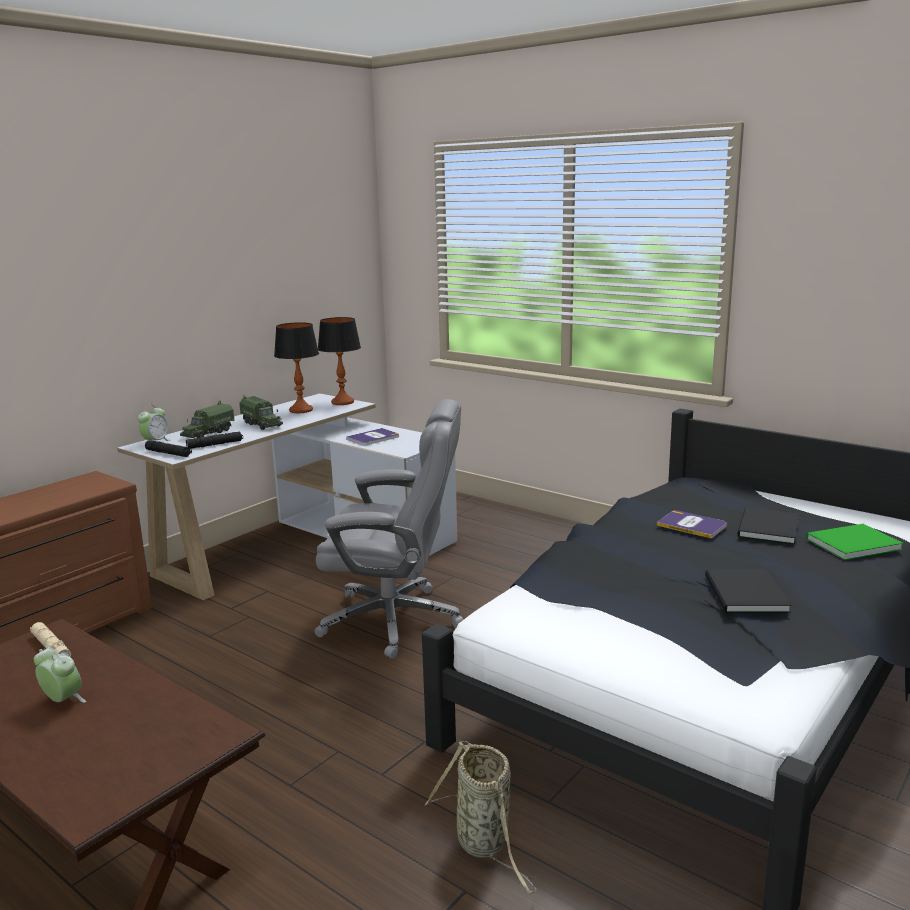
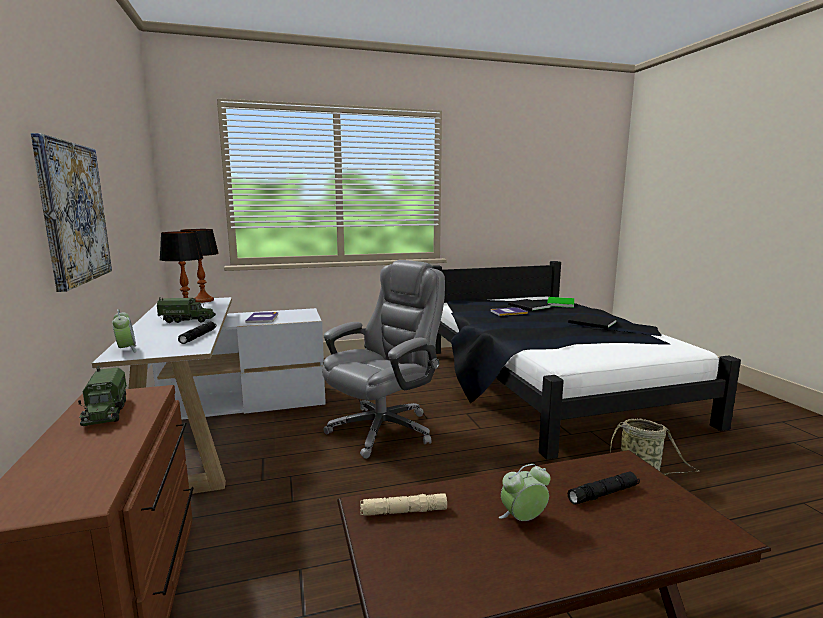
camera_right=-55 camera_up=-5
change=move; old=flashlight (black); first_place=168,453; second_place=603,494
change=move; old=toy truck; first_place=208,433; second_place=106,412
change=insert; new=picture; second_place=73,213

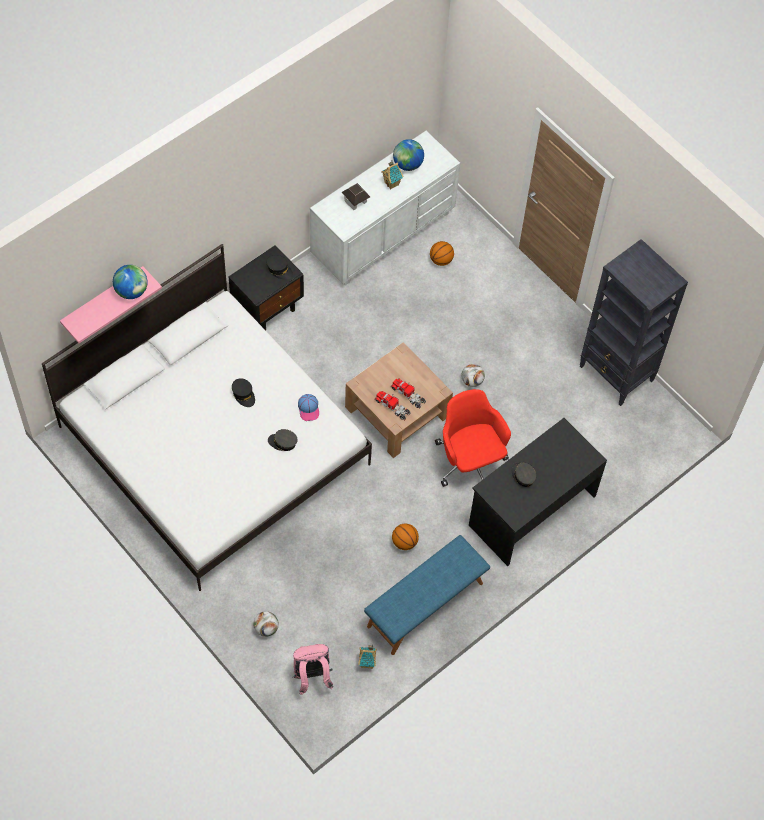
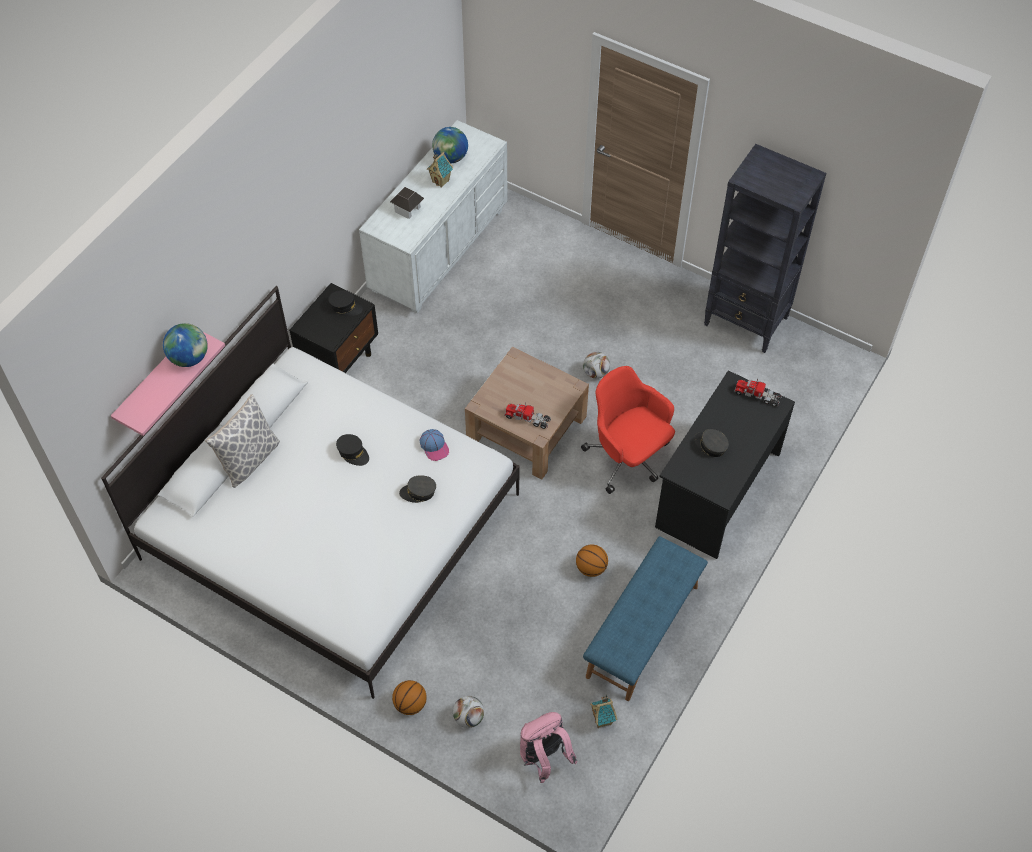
camera_right=-15 camera_up=-5
change=move; old=toy truck; first_place=408,395; second_place=757,395
change=move; old=basketball; first_place=441,260; second_place=410,704
change=insert; new=pillow; second_place=249,459

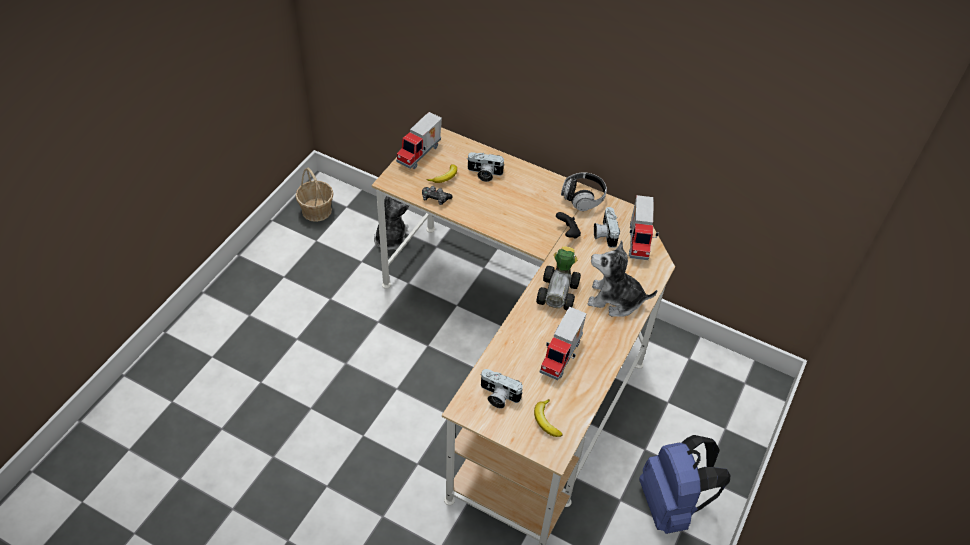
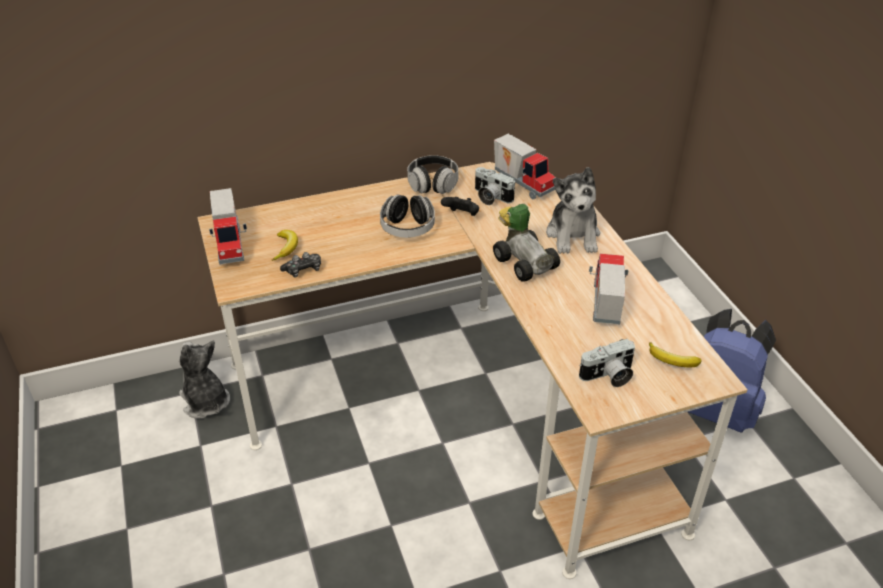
camera_right=-45 camera_up=-10
change=delete; old=basket; first_place=317,210
change=delete; old=photo camera; first_place=484,174
change=rotate; old=toy truck; first_place=562,356; second_place=604,304; degrees=-150
change=rotate; old=plush toy; first_place=615,299; second_place=573,235; degrees=-60
change=insert; new=headphones; second_place=407,228

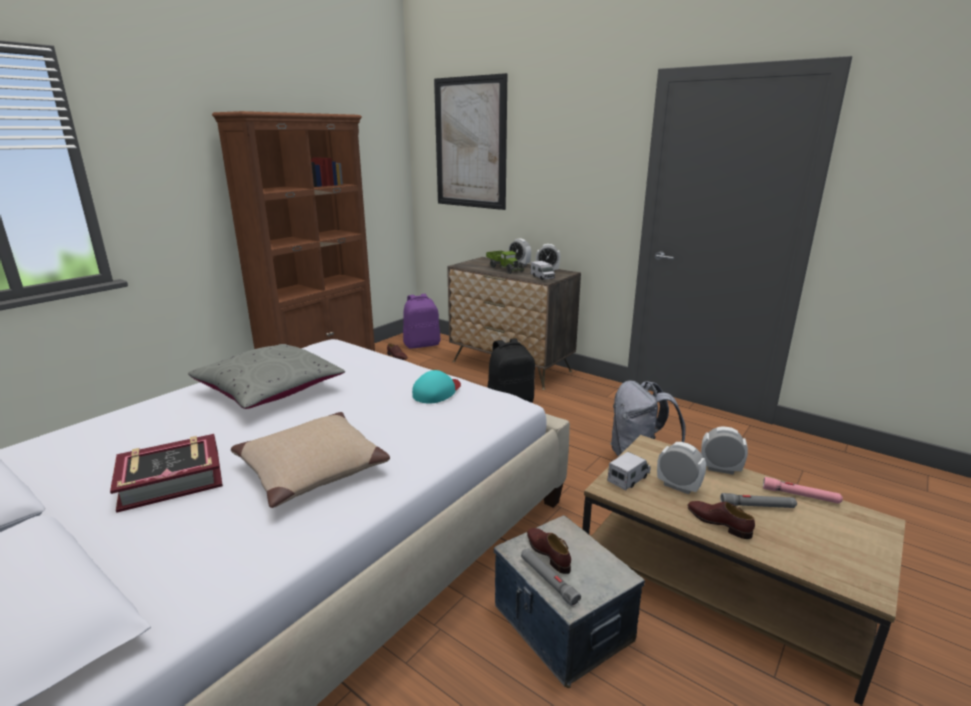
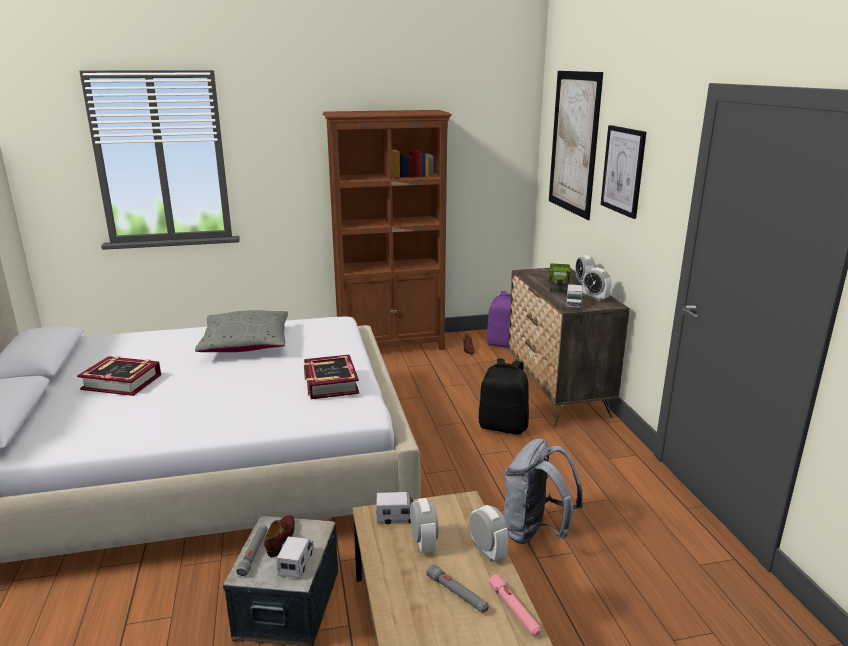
camera_right=40 camera_up=0
change=delete; old=pillow (beige); first_place=313,469
change=replace; old=cap (turquoise); new=book; first_place=437,392; second_place=330,383
change=delete; old=shoe (brown); first_place=718,523
change=insert; new=toy truck; second_place=297,563
change=insert; new=picture; second_place=623,170

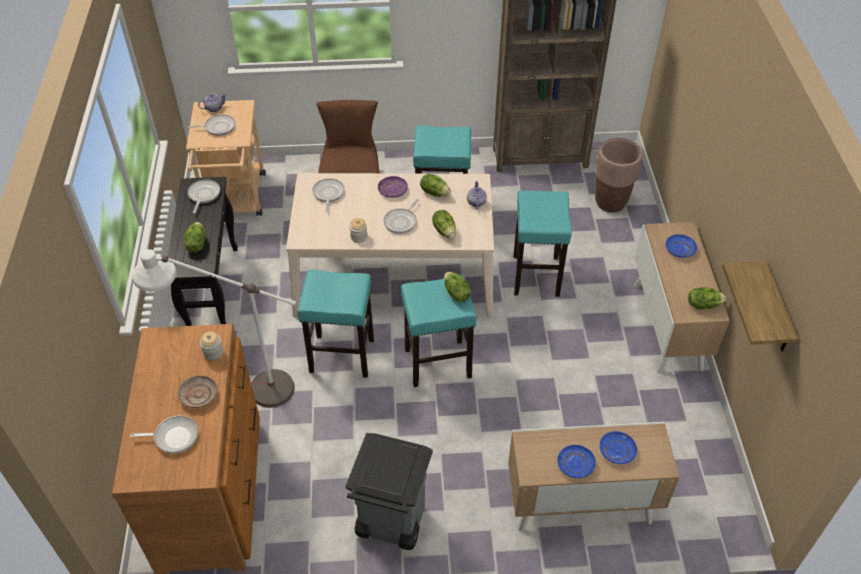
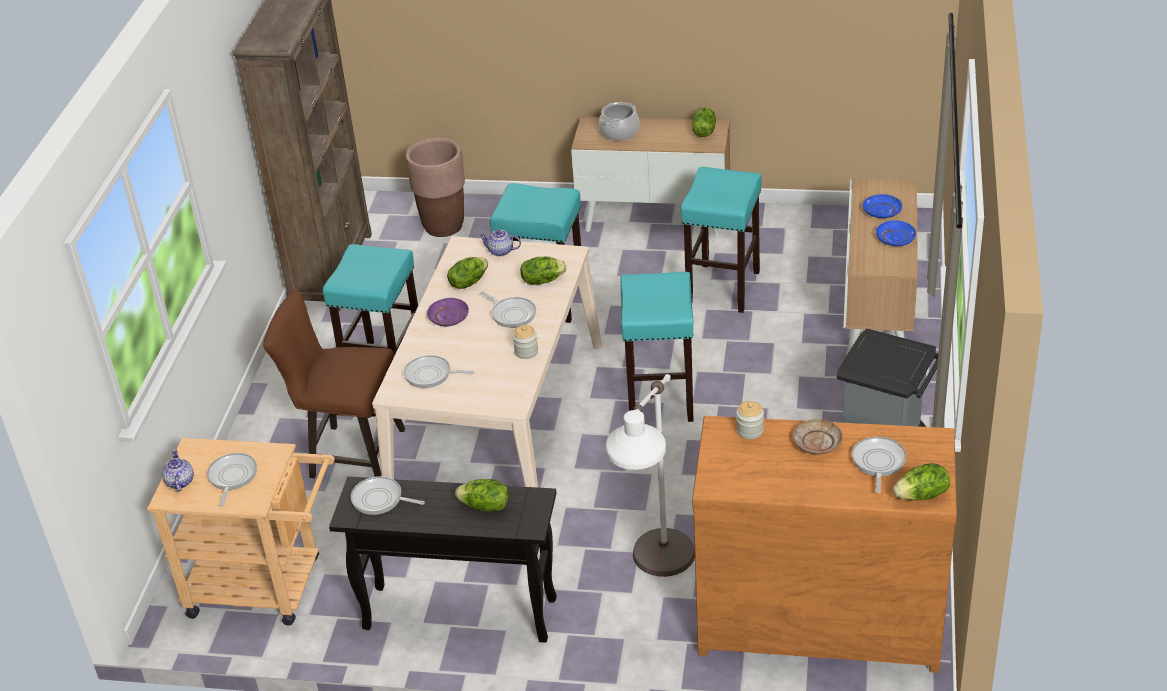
camera_right=-75 camera_up=-10
change=move; old=stool (turquoise); first_place=341,356; second_place=723,288
change=move; old=lettuce; first_place=456,293; second_place=922,495
change=replace; old=plate (blue); new=cooking pot; first_place=679,249; second_place=619,132
change=delete; old=shelf; first_place=776,310

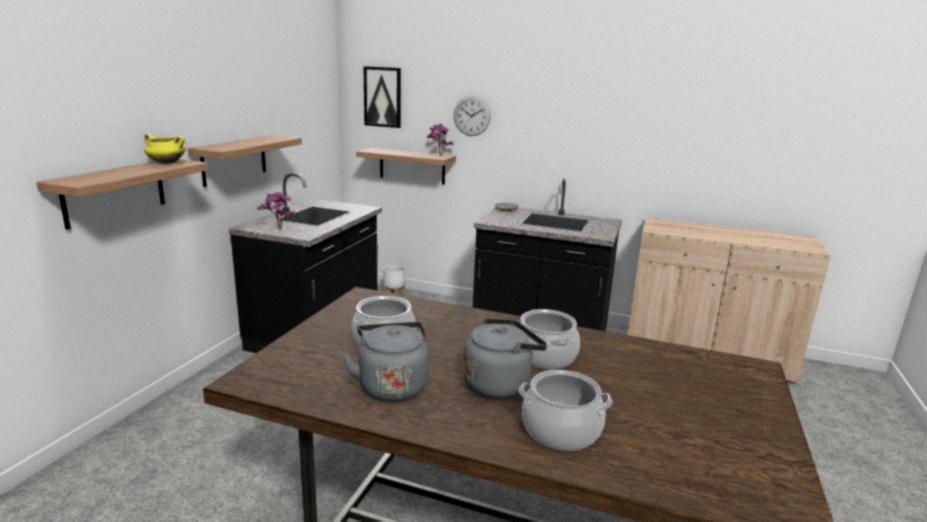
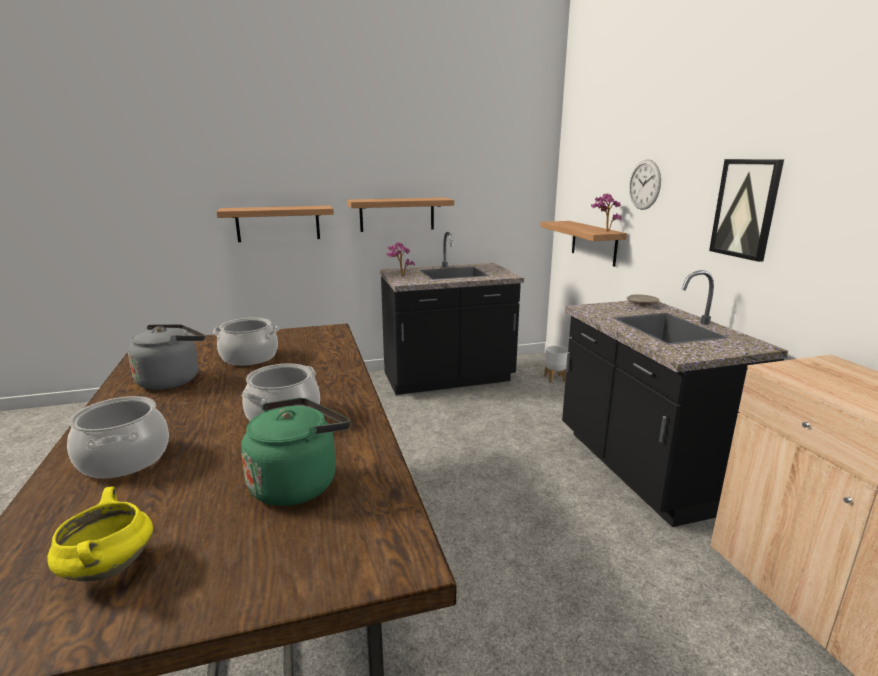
camera_right=55 camera_up=0
change=move; old=cooking pot (yellow); first_place=166,163; second_place=108,567
change=move; old=picture; first_place=383,97; second_place=745,208
change=delete; old=kettle (grey); first_place=500,384
change=insert; new=kettle (green); second_place=298,483

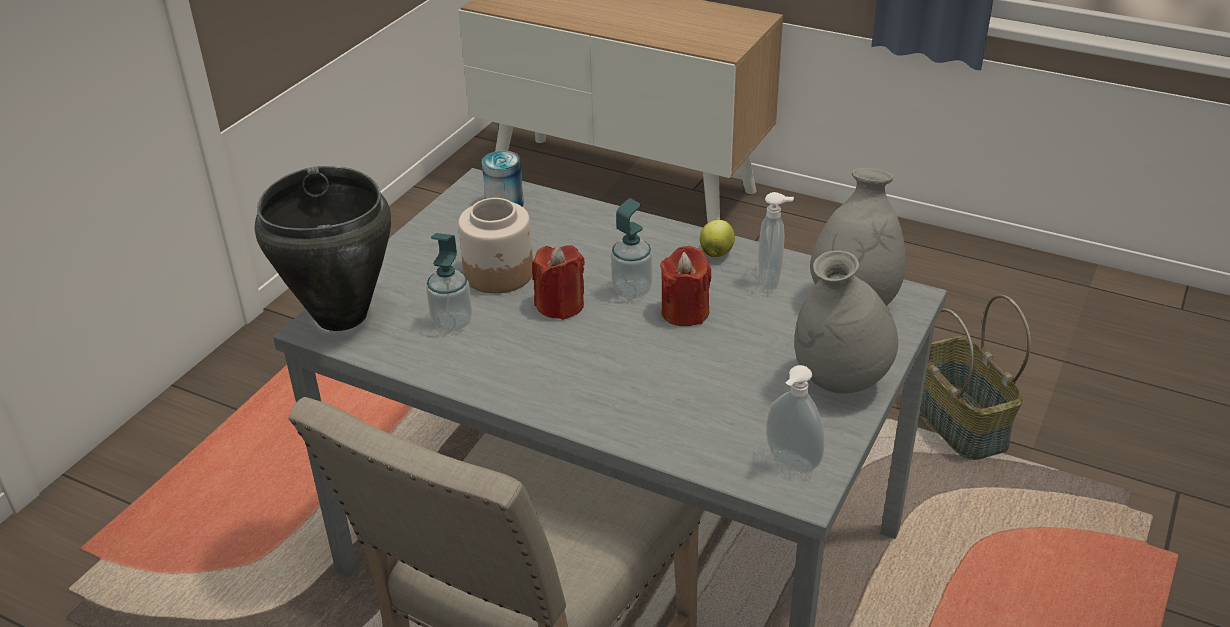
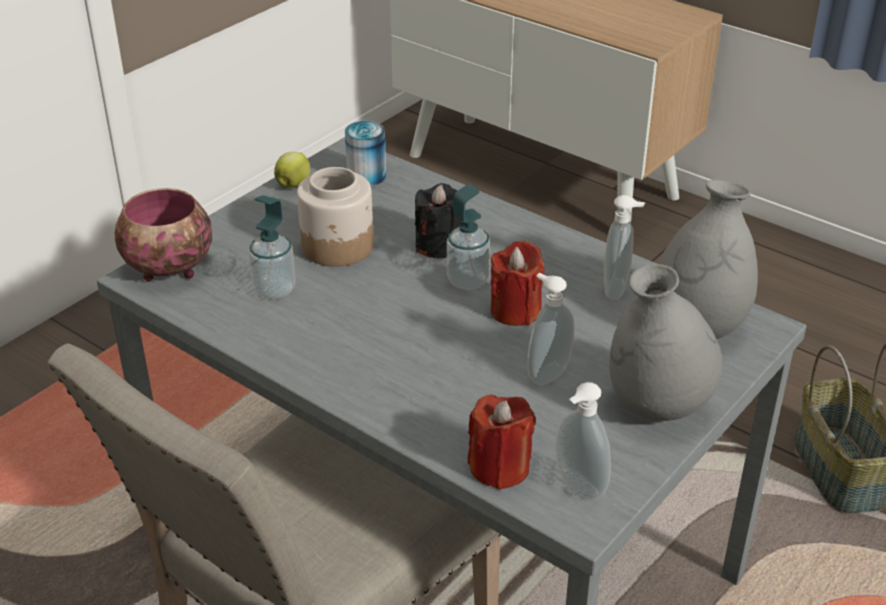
camera_right=10 camera_up=0
change=replace; old=cooking pot (black); new=bowl; first_place=340,316; second_place=167,269
change=move; old=candle (red); first_place=560,305; second_place=499,467
change=move; old=apple; first_place=716,253; second_place=293,184
change=insert; new=candle (black); second_place=439,246
change=insert; new=soap dispenser; second_place=546,373

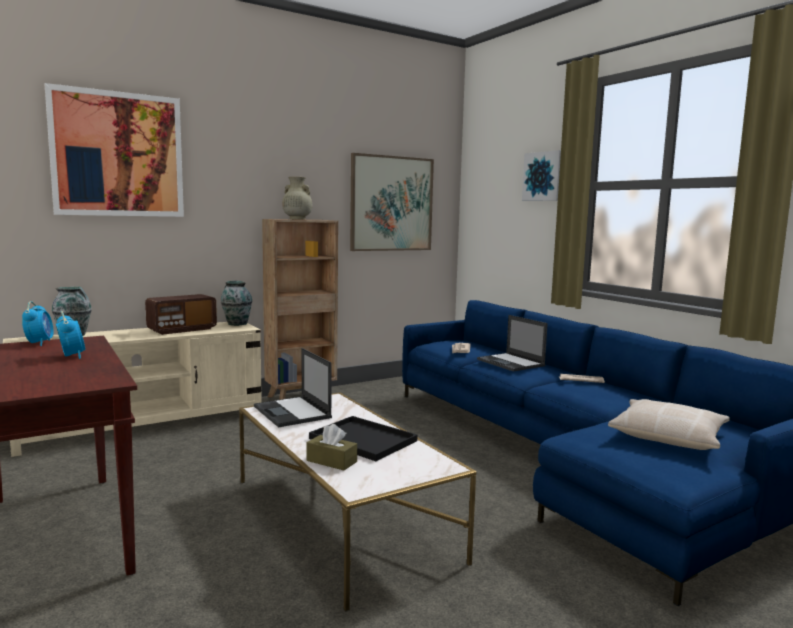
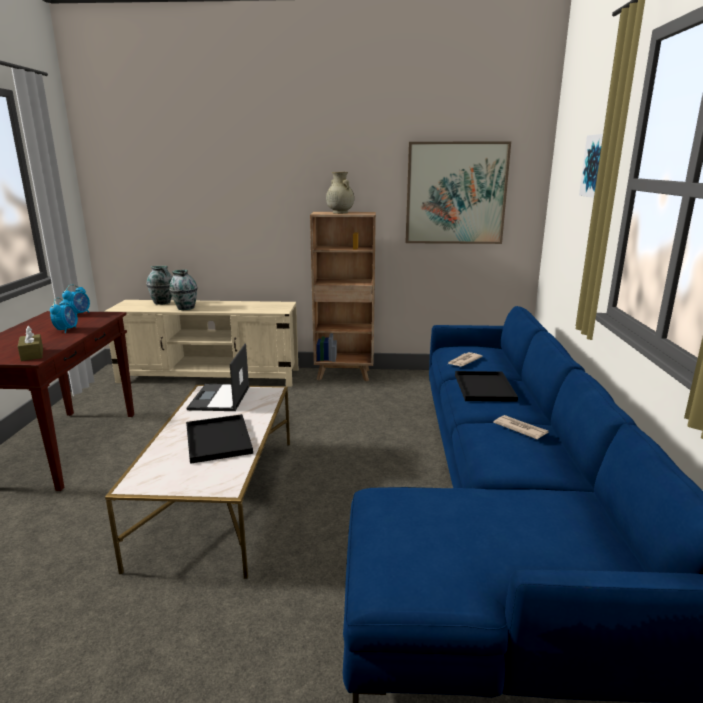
camera_right=35 camera_up=10
change=delete; old=picture; first_place=118,154
change=delete; old=radio; first_place=182,330
change=move; old=vase; first_place=236,324; second_place=185,308
change=move; old=tissue box (brown); first_place=331,461; second_place=32,354
change=replace; old=laptop; new=tray (black); first_place=511,363; second_place=485,388
change=delete; old=pillow (beige); first_place=668,435

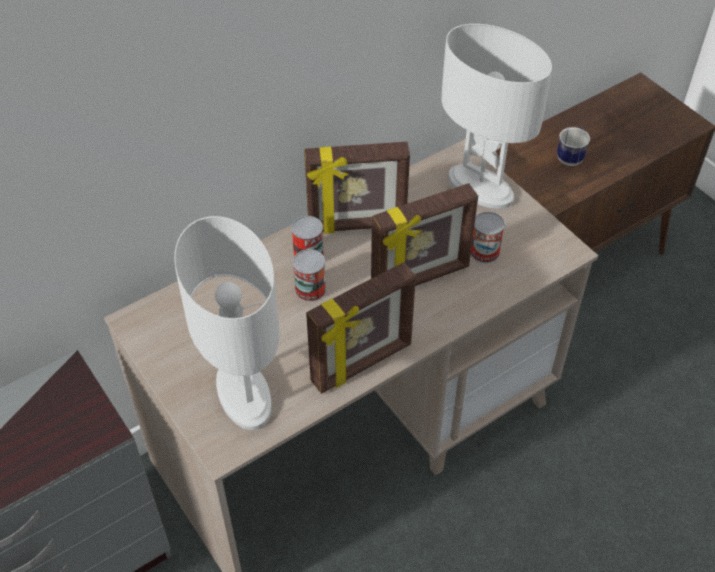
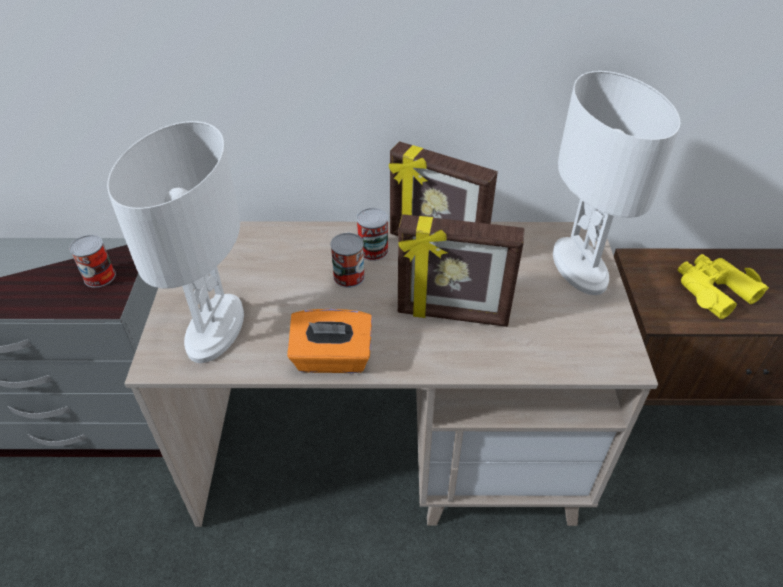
camera_right=35 camera_up=-5
change=replace; old=picture frame; new=tissue box (orange); first_place=362,364; second_place=332,359
change=move; old=can; first_place=484,251; second_place=99,276
change=replace; old=mug; new=binoculars (yellow); first_place=571,157; second_place=713,290

